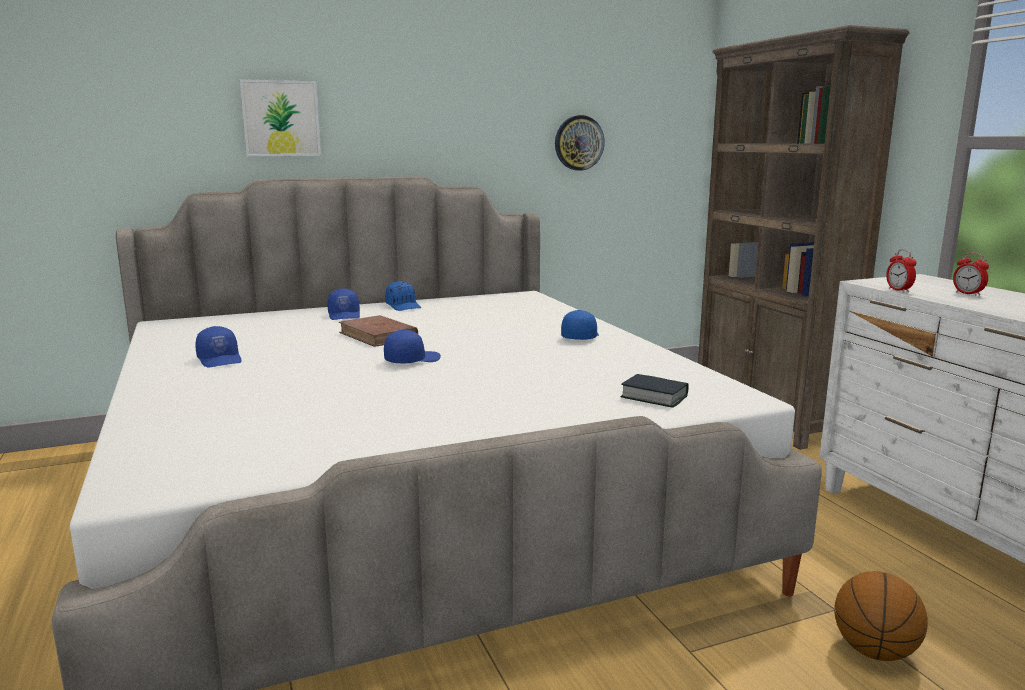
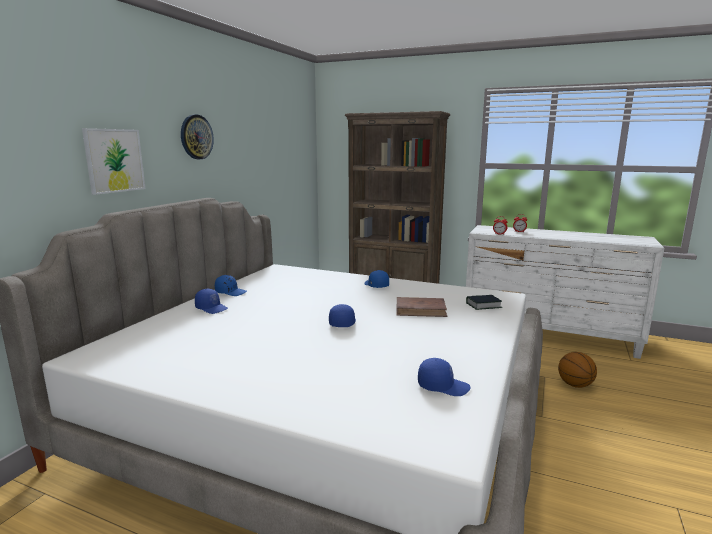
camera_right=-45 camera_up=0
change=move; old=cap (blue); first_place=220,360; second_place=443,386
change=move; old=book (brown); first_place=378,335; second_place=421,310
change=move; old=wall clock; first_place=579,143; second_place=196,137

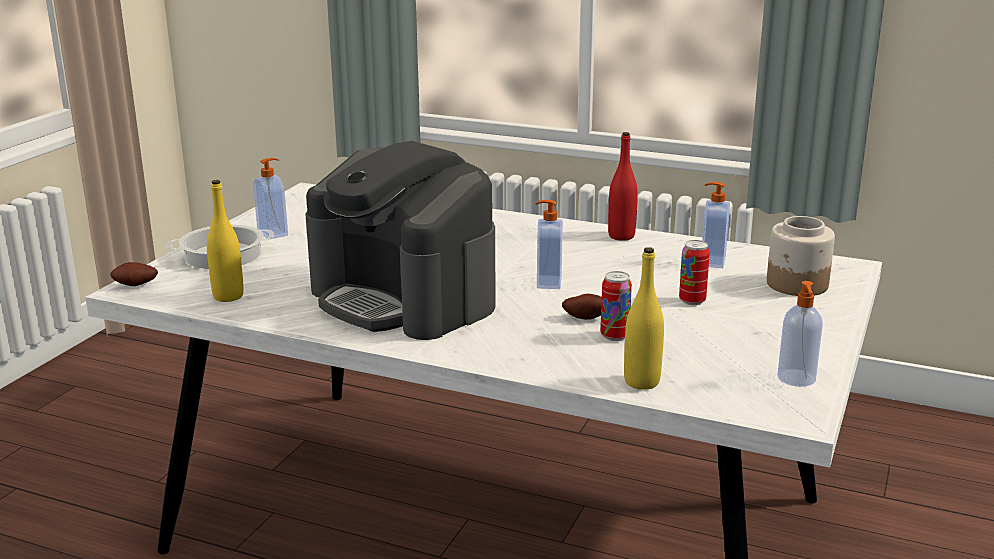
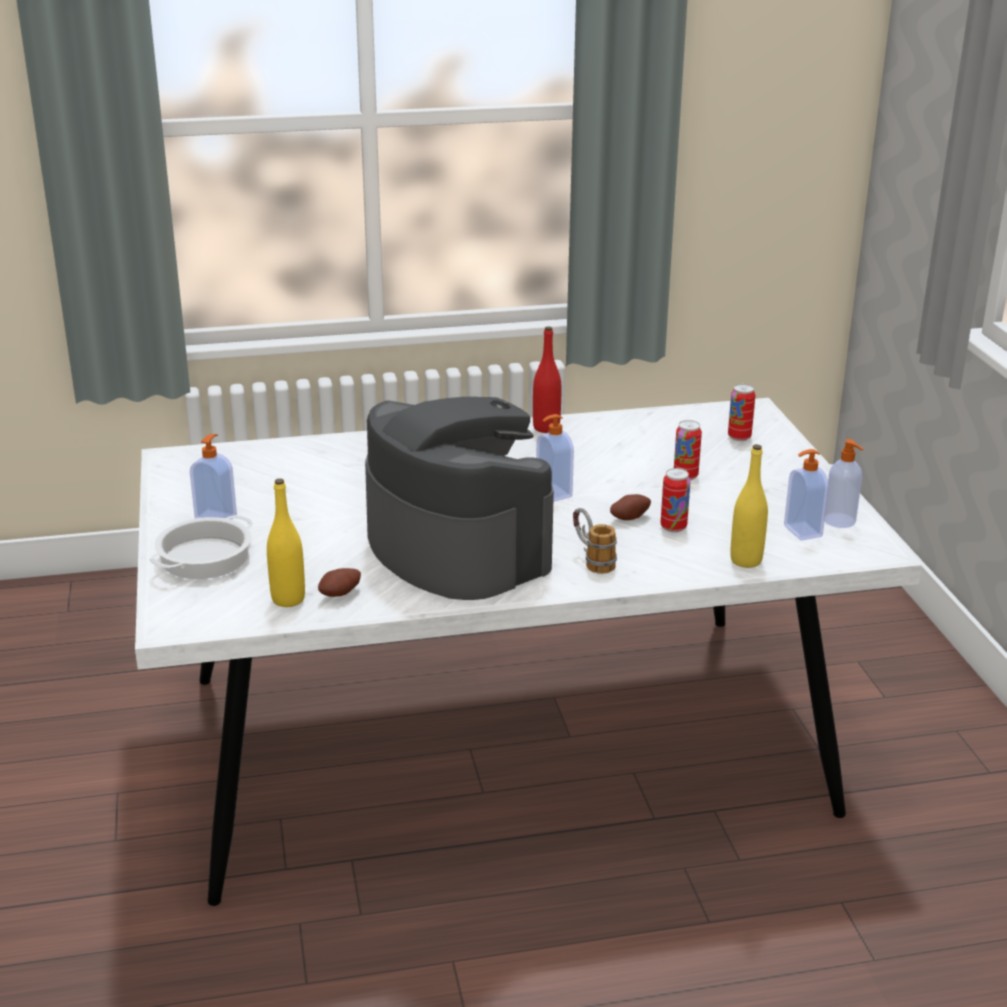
camera_right=-35 camera_up=5
change=move; old=potato; first_place=135,286; second_place=341,594
change=rotate; old=coffee machine; first_place=404,299; second_place=456,548; degrees=-135
change=move; old=soap dispenser; first_place=711,262; second_place=801,531
change=replace; old=jar; new=can; first_place=797,285; second_place=739,437
change=insert; new=mug; second_place=591,560

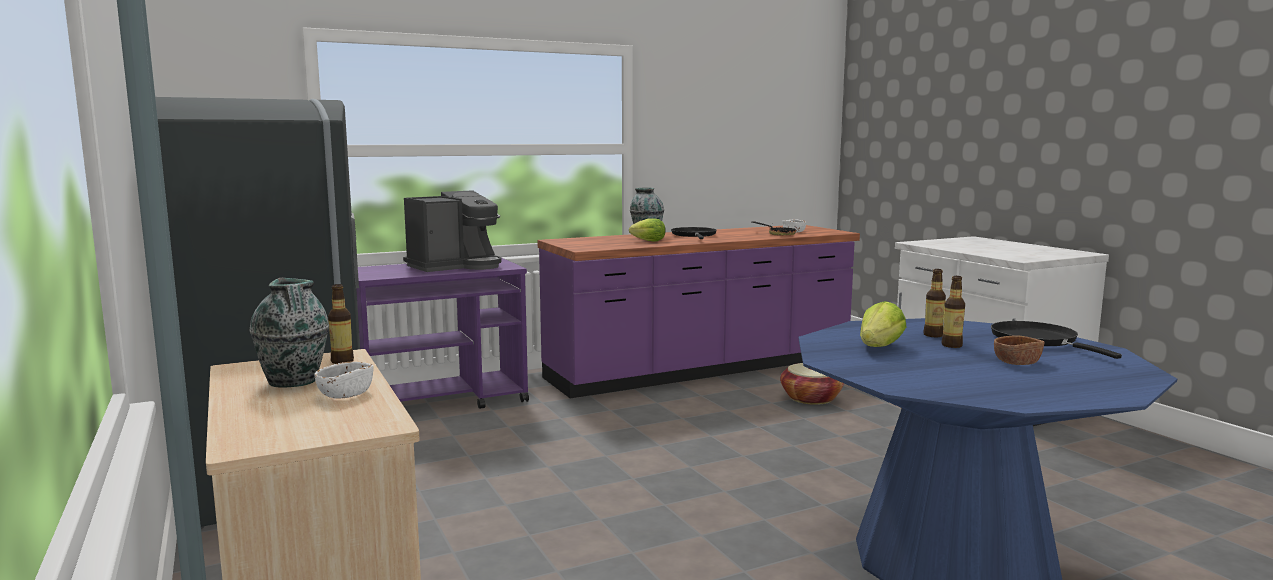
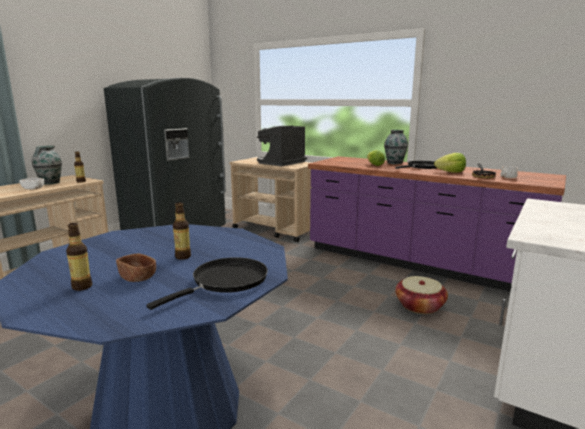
camera_right=60 camera_up=5
change=recolor; old=cart (purple); new=cart (beige); first_place=443,402; second_place=275,230
change=rotate; old=coffee machine; first_place=455,266; second_place=281,163; degrees=105
change=move; old=lettuce; first_place=879,347; second_place=451,172
change=move; old=bottle; first_place=933,335; second_place=82,287

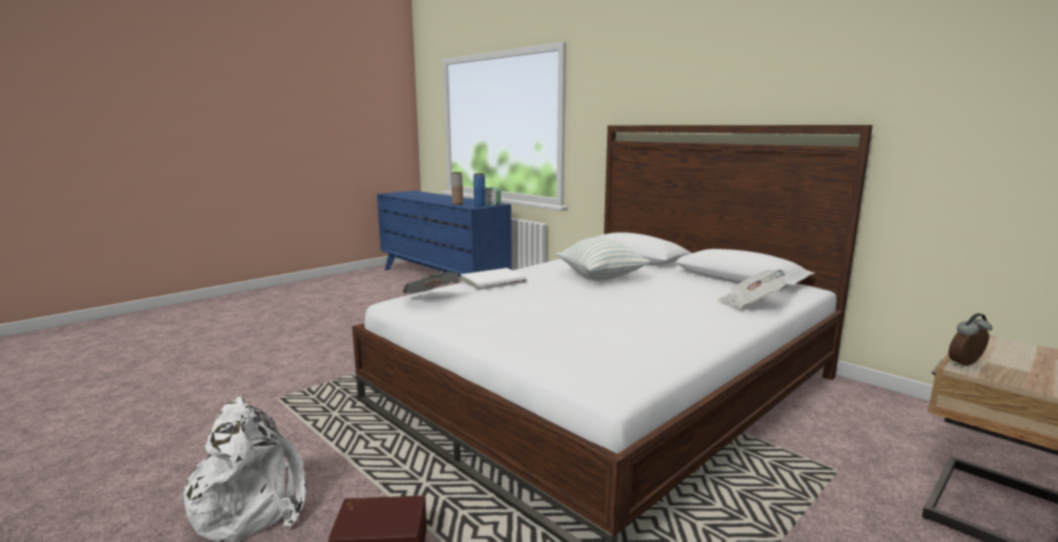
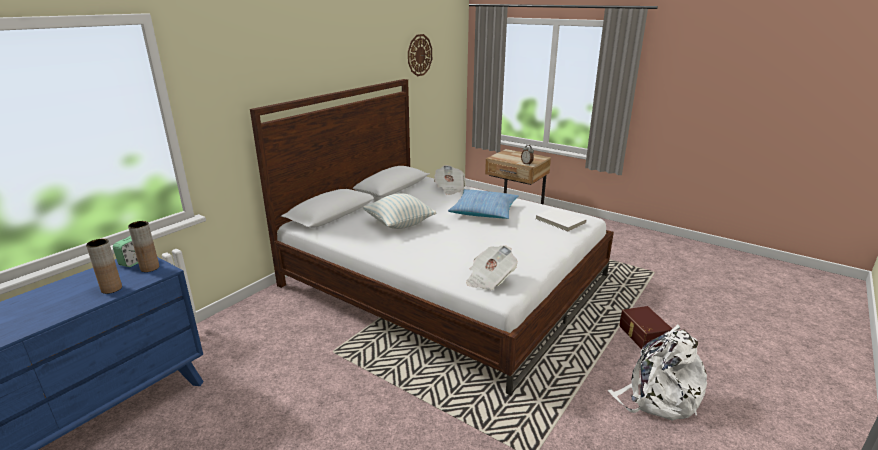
camera_right=-100 camera_up=10
change=move; old=book (white); first_place=492,281; second_place=559,221
change=recolor; old=vase (blue); new=vase (brown); first_place=479,206; second_place=150,268
change=insert; new=wall clock; second_place=419,55
change=insert; new=pillow; second_place=484,211

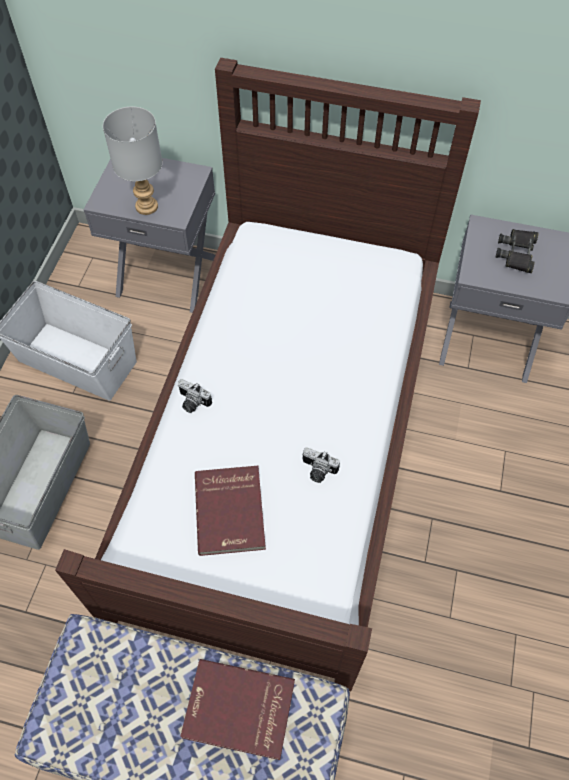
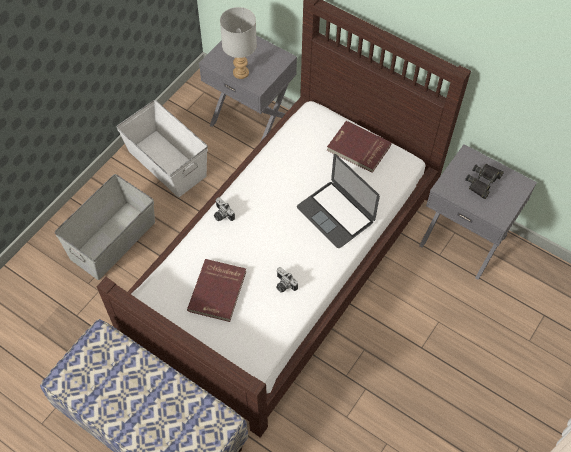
camera_right=20 camera_up=0
change=move; old=book (red); first_place=238,711; second_place=358,148
change=insert; new=laptop; second_place=335,214

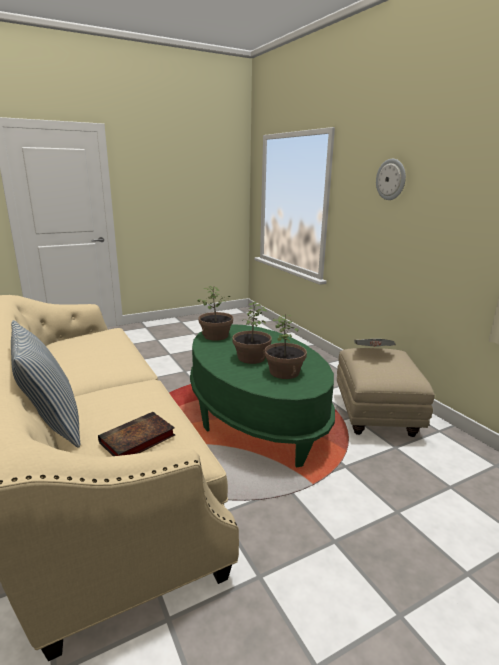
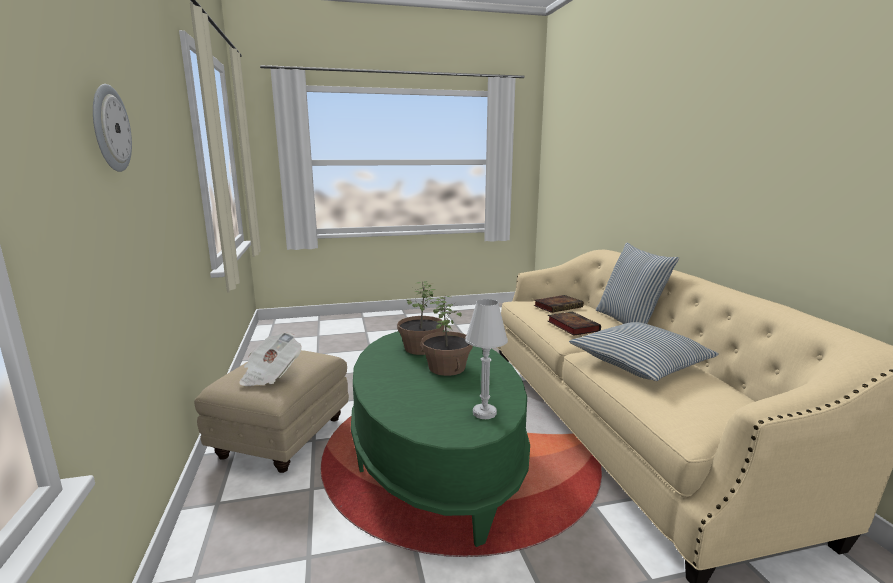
camera_right=-165 camera_up=-5
change=replace; old=potted plant; new=table lamp (white); first_place=216,336; second_place=484,413
change=insert; new=book; second_place=571,326
change=insert; new=pillow; second_place=640,362

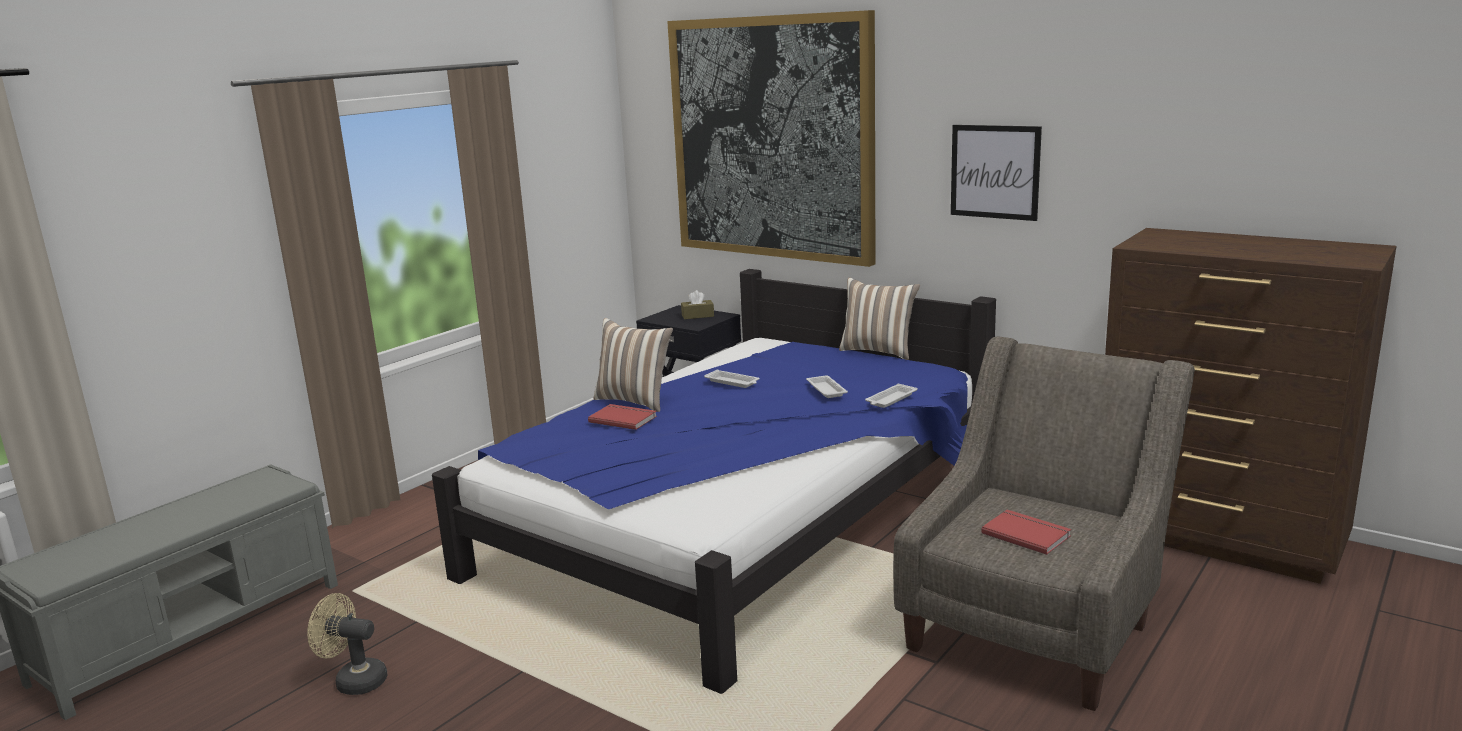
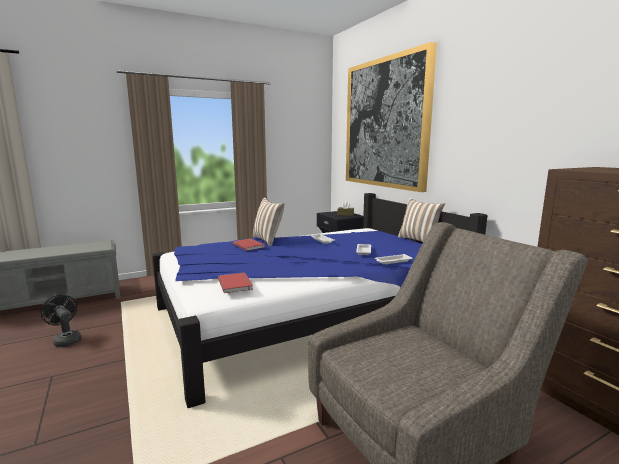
camera_right=25 camera_up=-5
change=recolor; old=fan (beige); new=fan (black); first_place=354,680; second_place=66,340
change=delete; old=picture; first_place=995,172
change=move; old=book (red); first_place=1026,534; second_place=236,284

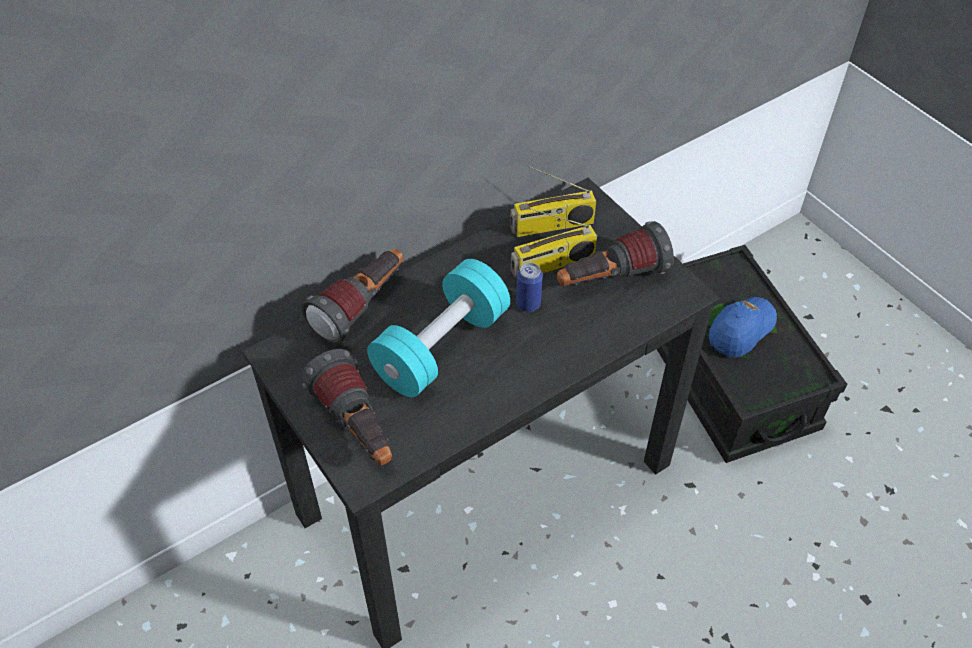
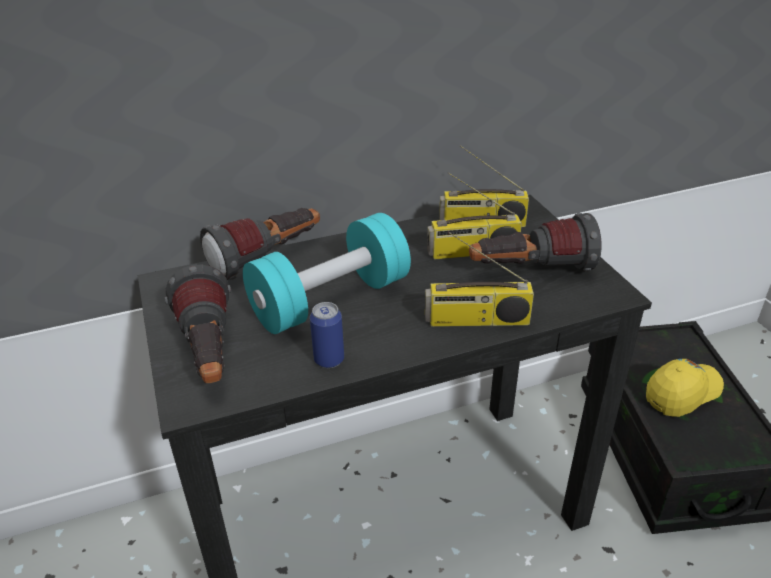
camera_right=15 camera_up=-15
change=move; old=can; first_place=528,304; second_place=329,359
change=recolor; old=cap (blue); new=cap (yellow); first_place=741,330; second_place=682,393
change=insert; new=radio; second_place=476,320

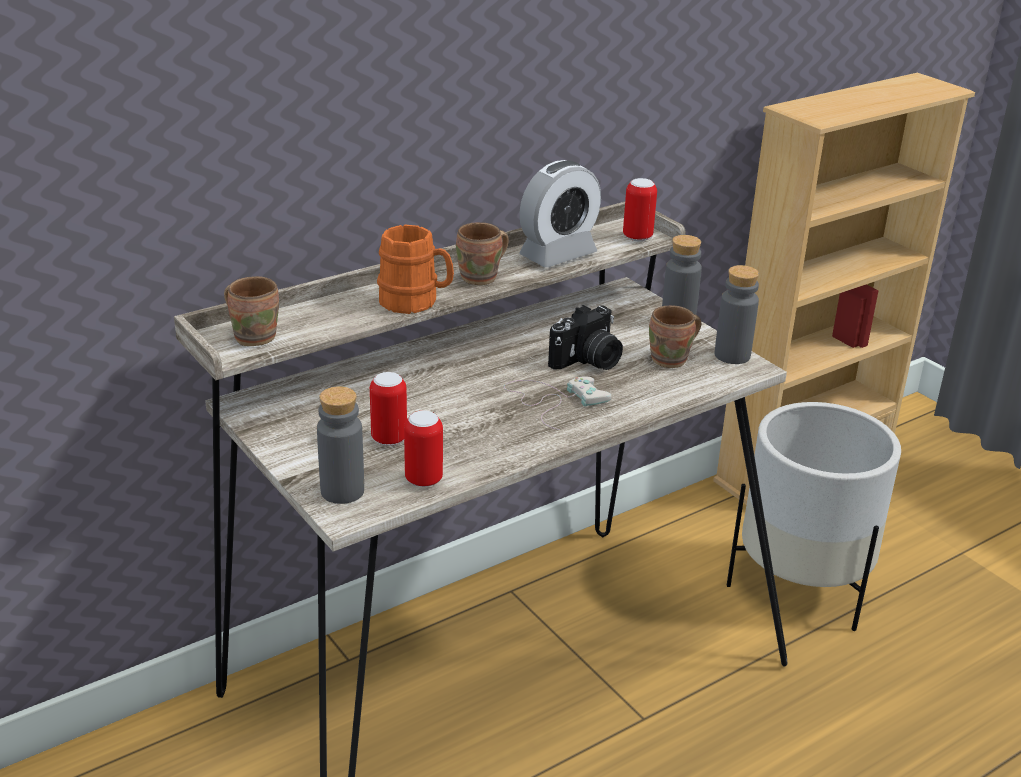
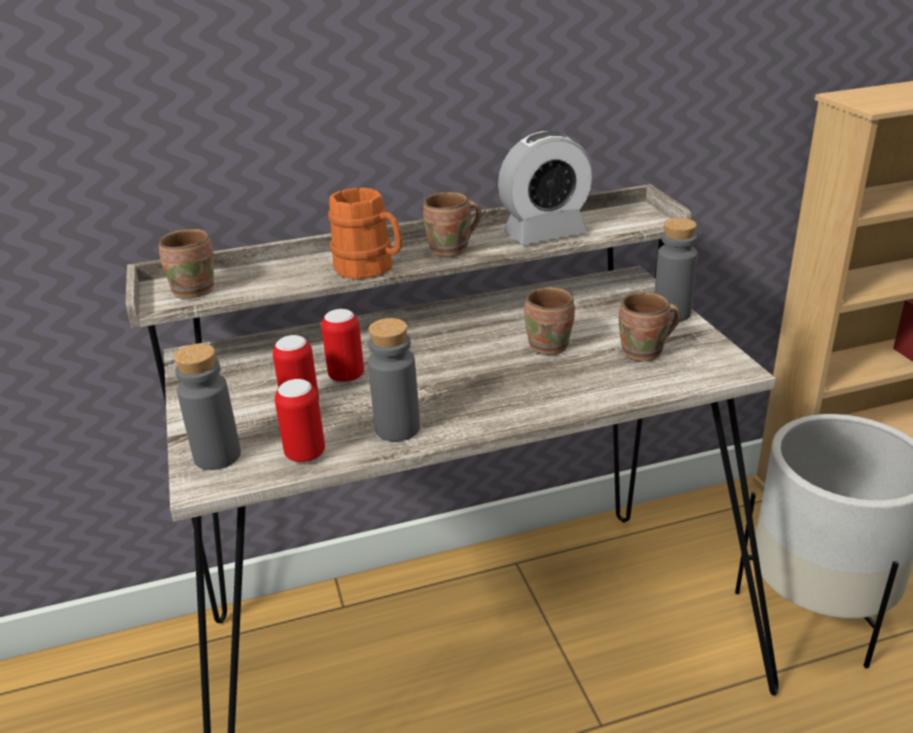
camera_right=20 camera_up=0
change=delete; old=game controller (white); first_place=553,400
change=replace; old=photo camera; new=mug (brown); first_place=588,361; second_place=552,346
change=move; old=can; first_place=637,237; second_place=346,377
change=move; old=bottle (grey); first_place=732,355; second_place=397,428

